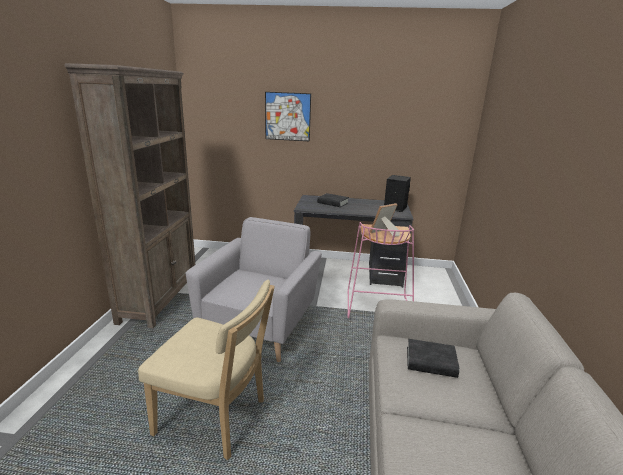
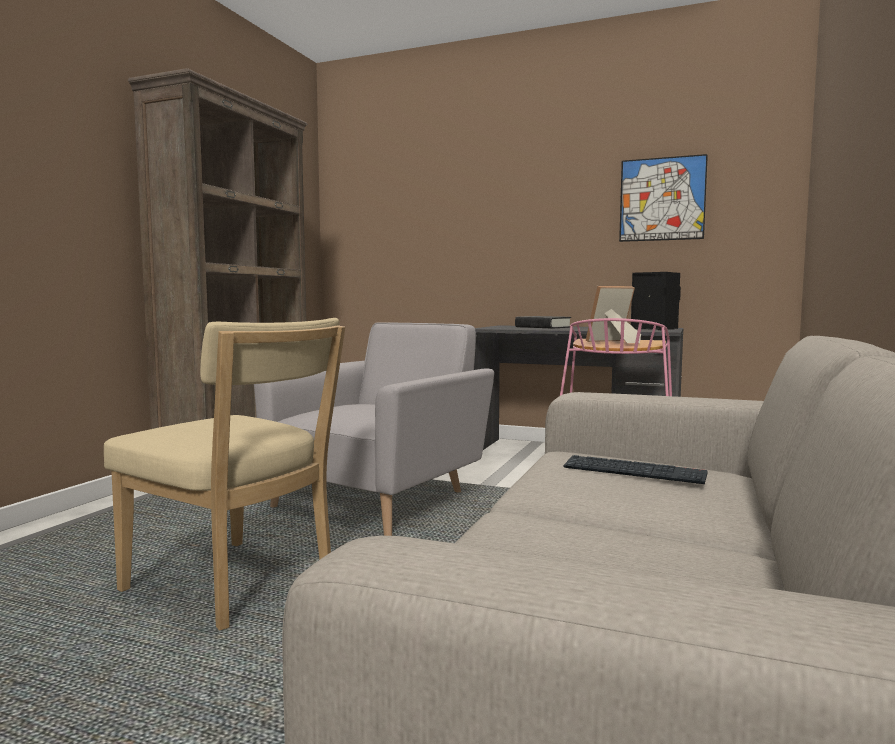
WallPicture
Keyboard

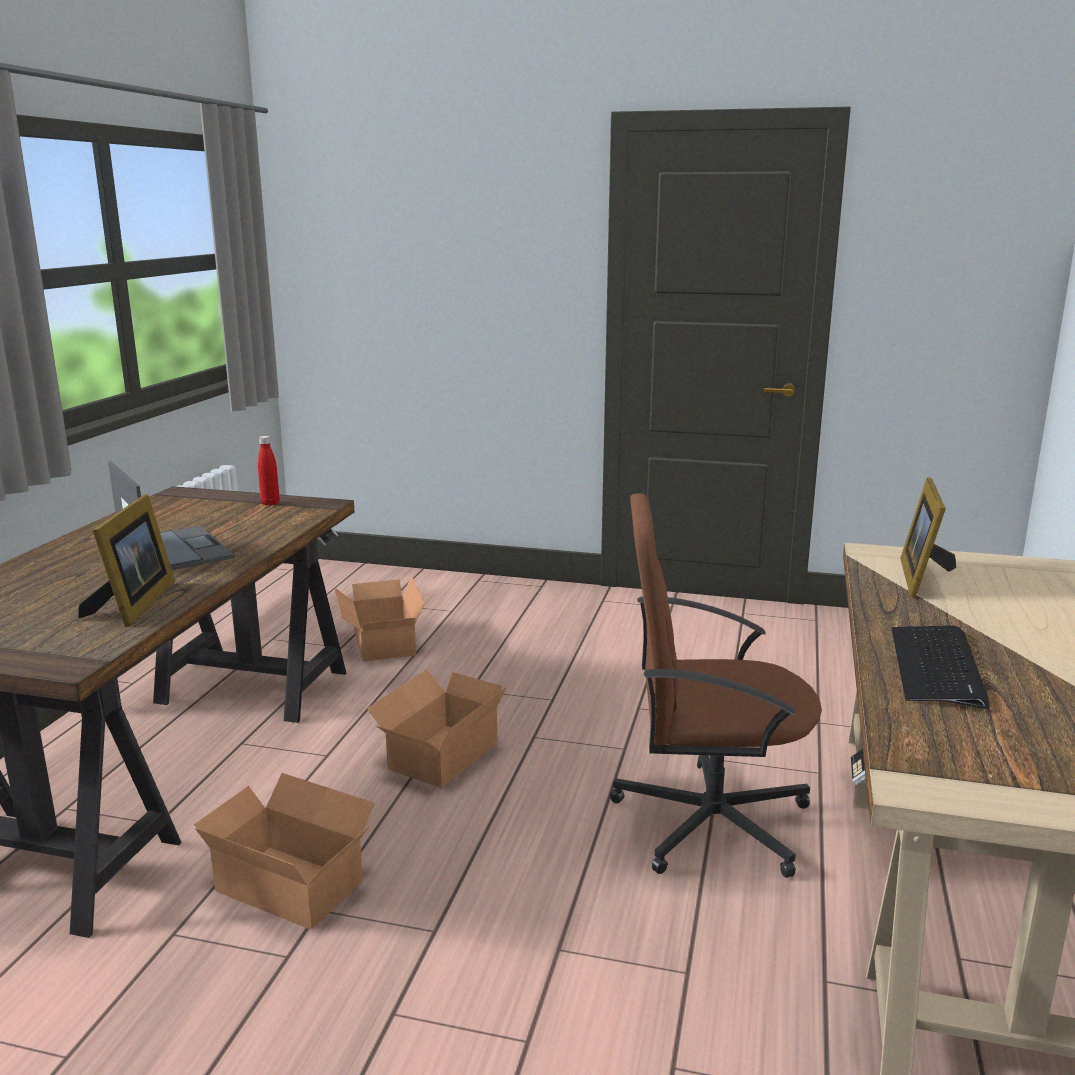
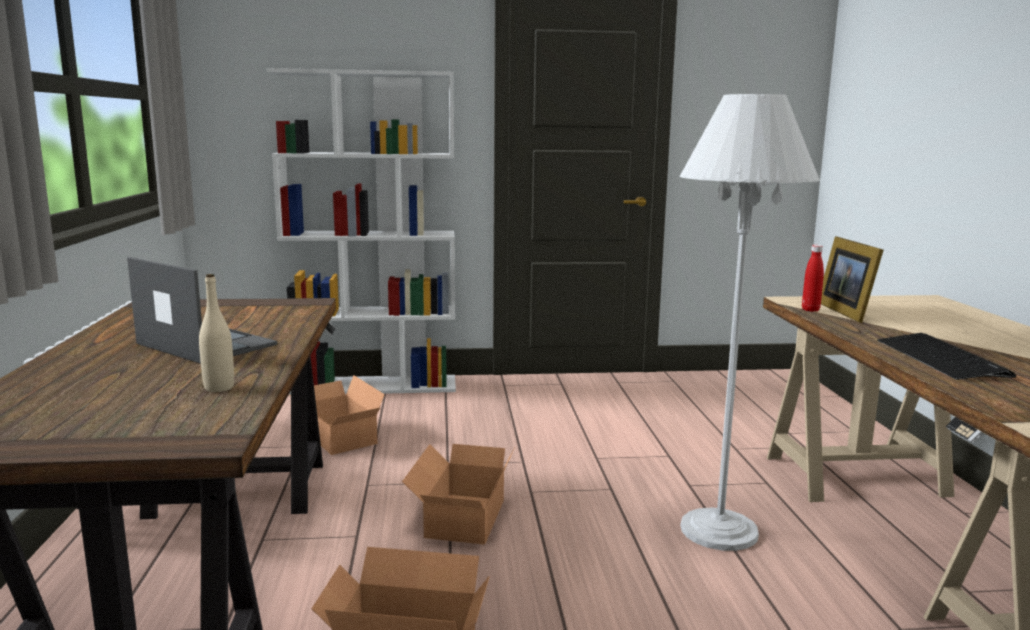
WhiteBookshelf
RedBottle
BeigeBottle
WhiteStandardLamp

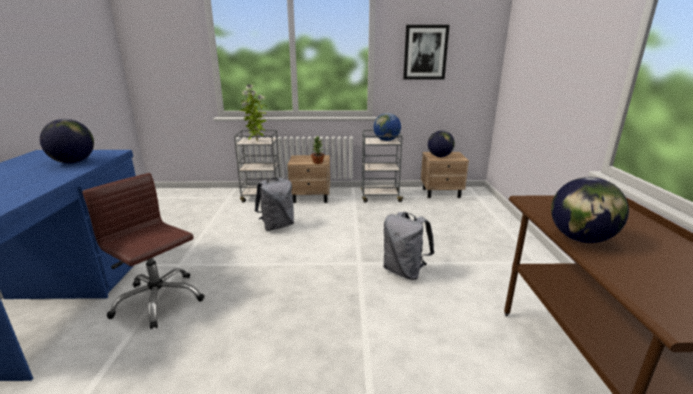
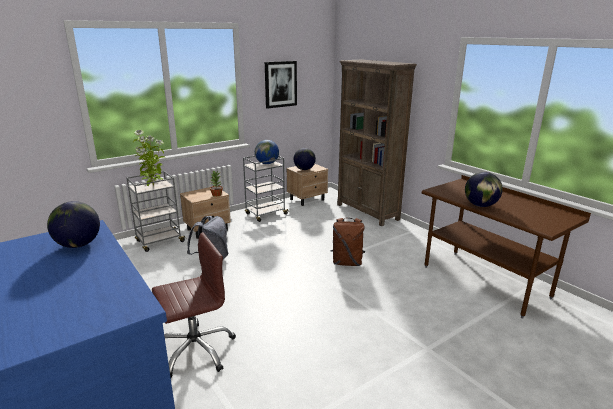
BrownColouredBookshelf
BrownColouredRucksack
BrownColouredOfficeChair

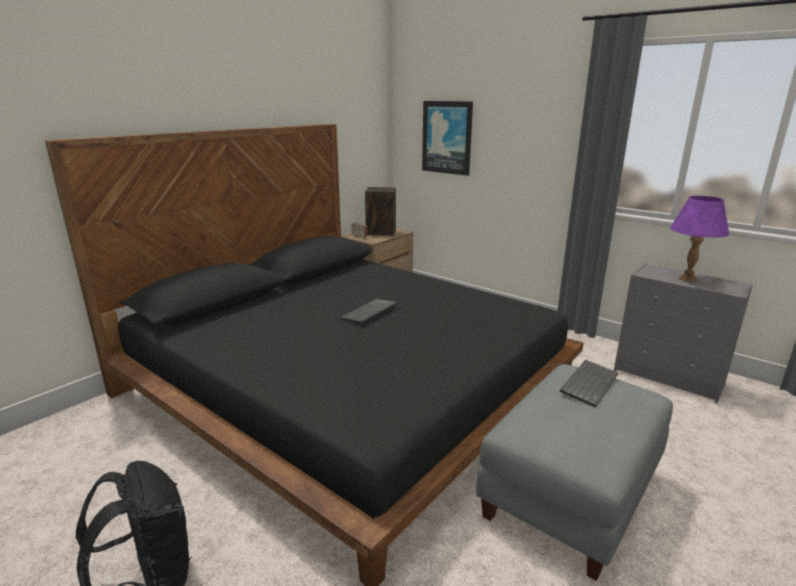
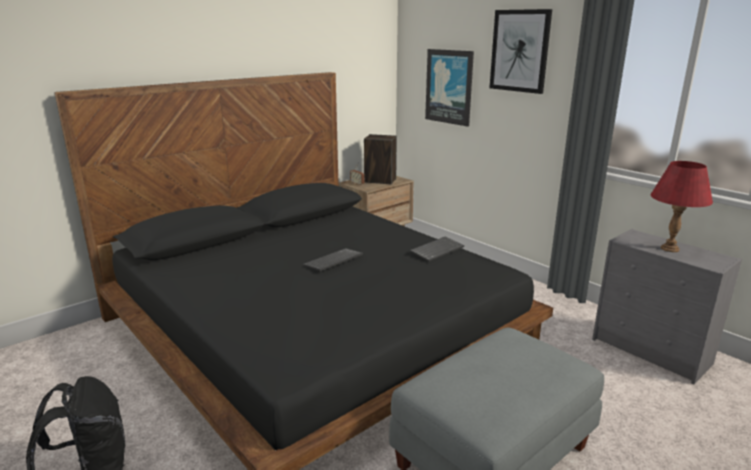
WallPicture (2nd from left)
Keyboard (2nd from left)
RedTableLamp

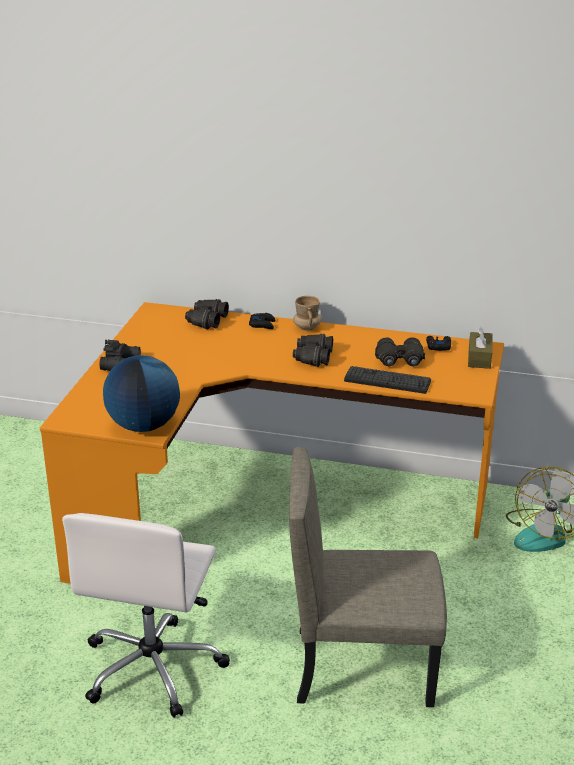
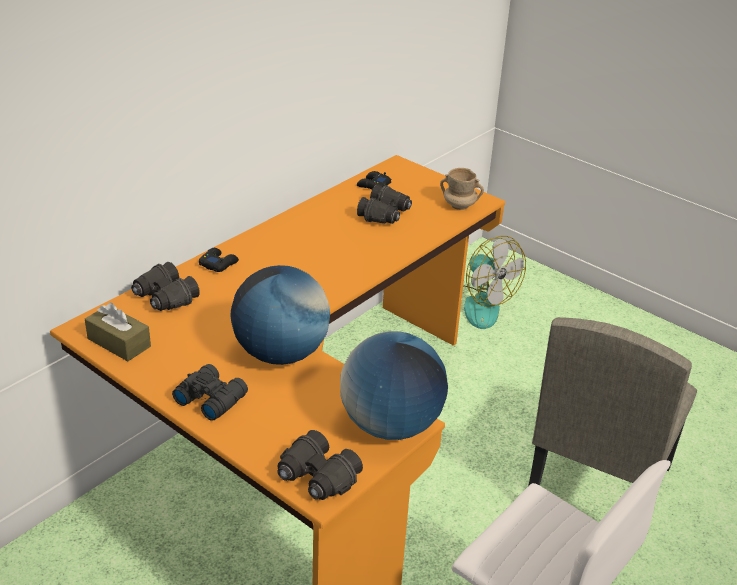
Keyboard
WorldGlobe (1st from left)
BeigeMug
BlackishBinoculars (3rd from left)
BrownColouredBoxOfTissues

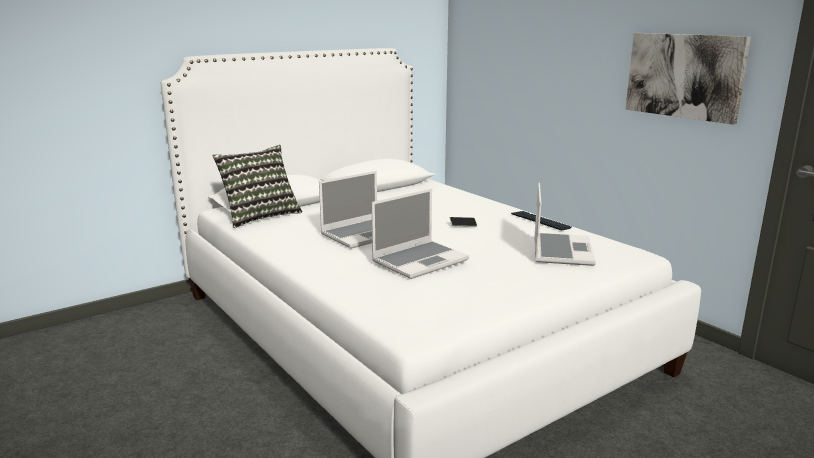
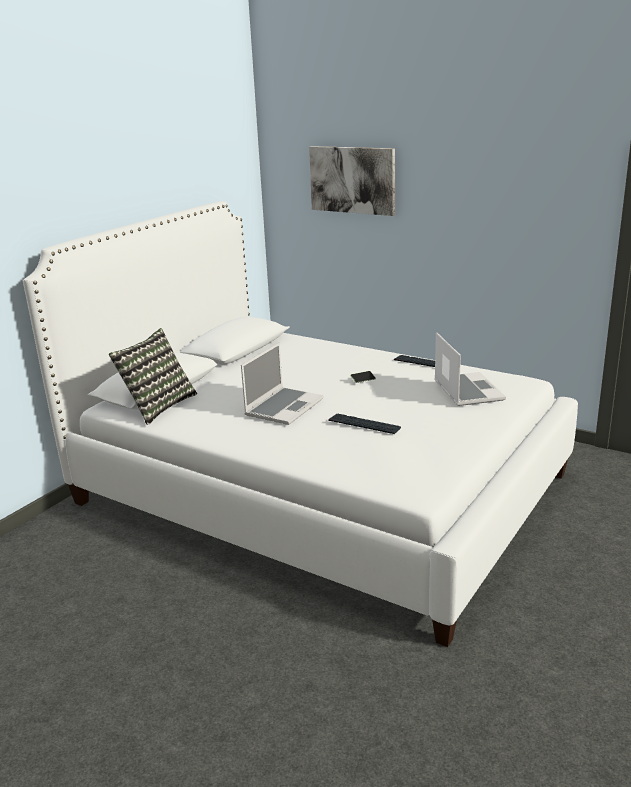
WallPicture
Keyboard (1st from left)

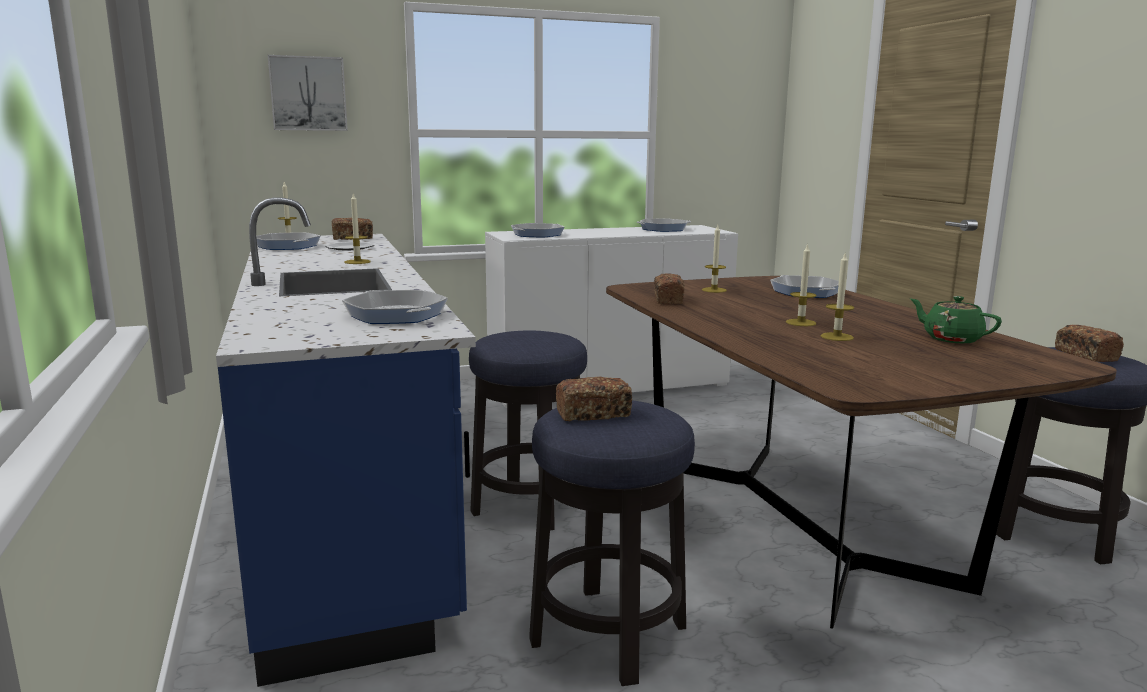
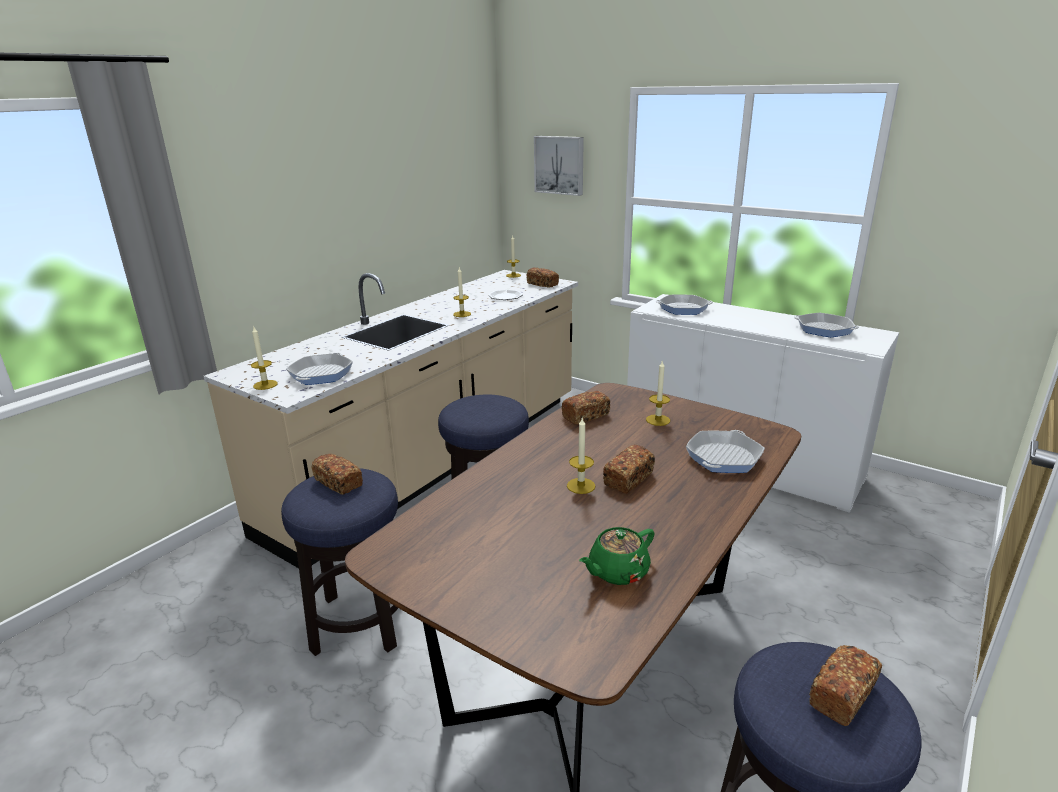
Pan (1st from left in the first image)
BakeryBread (4th from left)
WaxCandle (1st from left)
BeigeCounter
GreenPotForTea

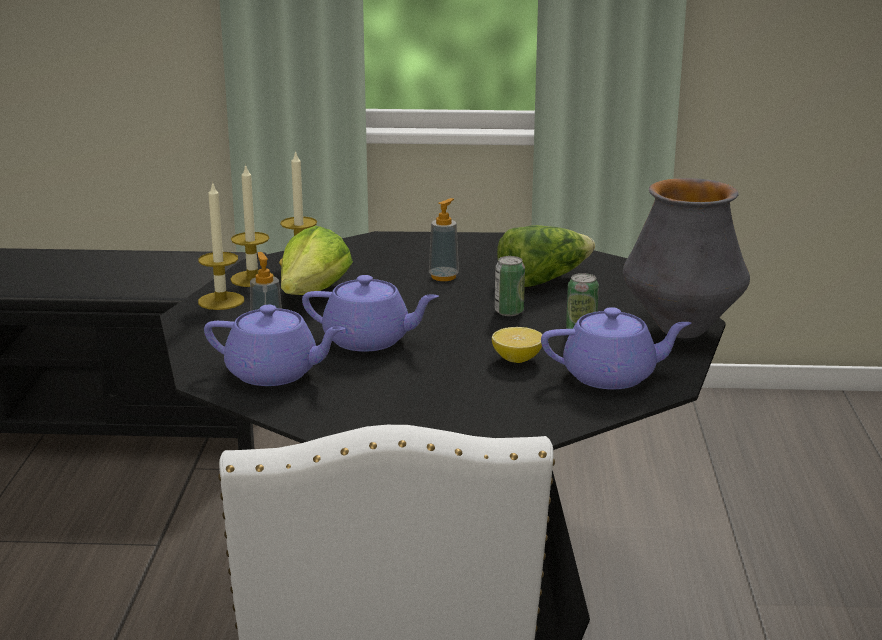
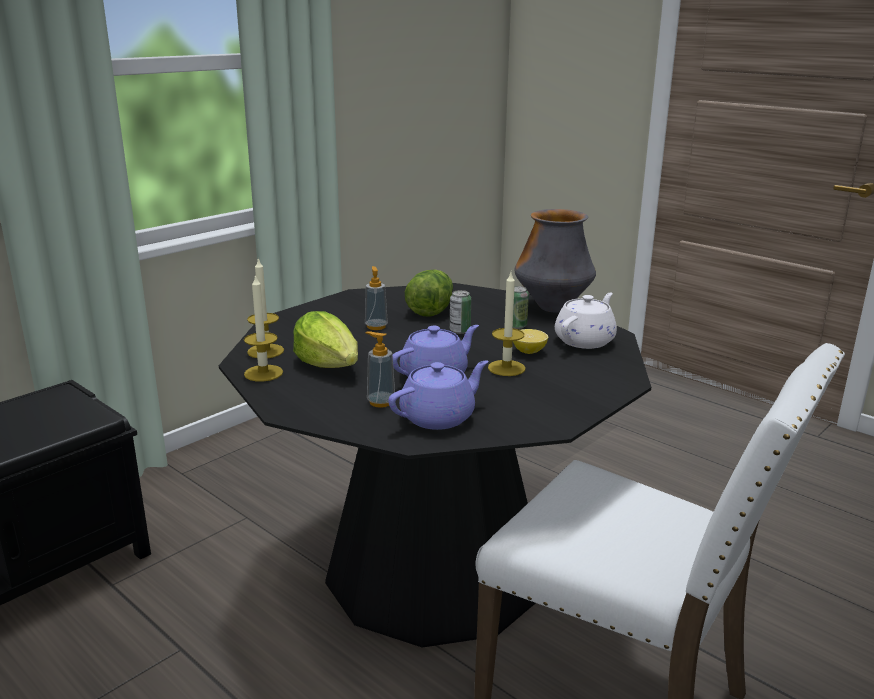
WaxCandle (3rd from left)
WhitePotForTea

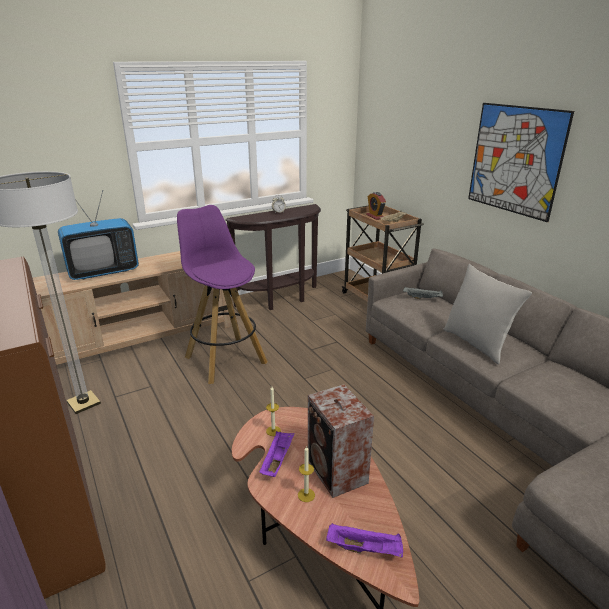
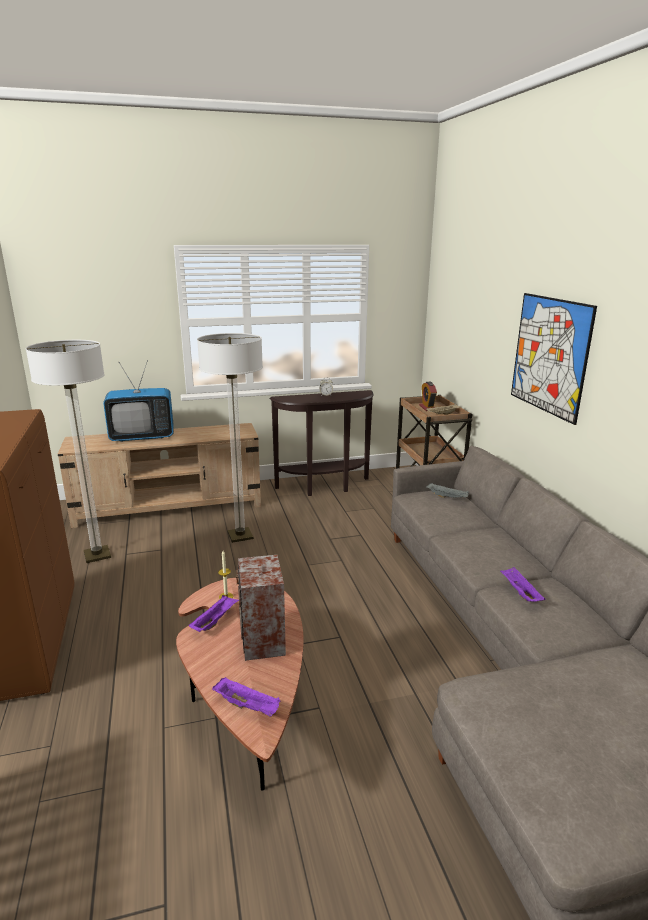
WaxCandle (2nd from left in the first image)
GreyishPillow
PurpleColouredCarryingTray (3rd from left)
StandardLamp (2nd from left)

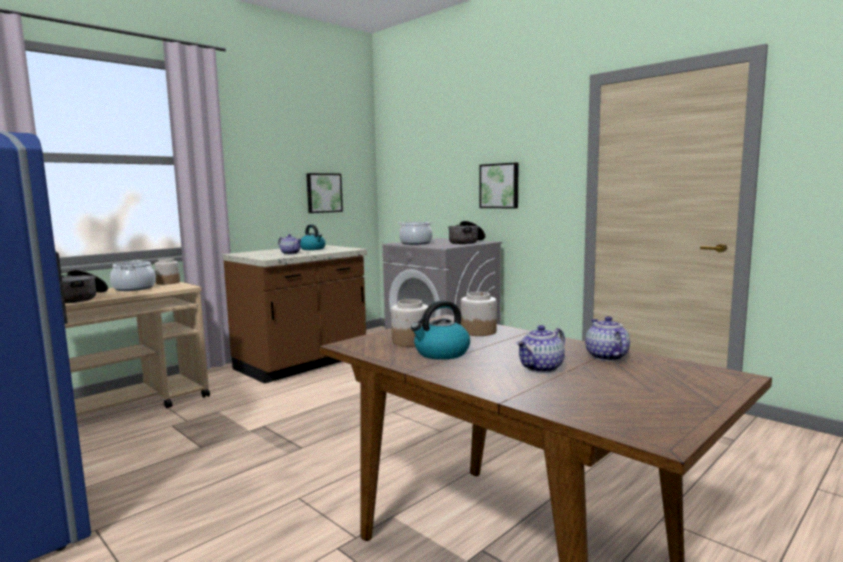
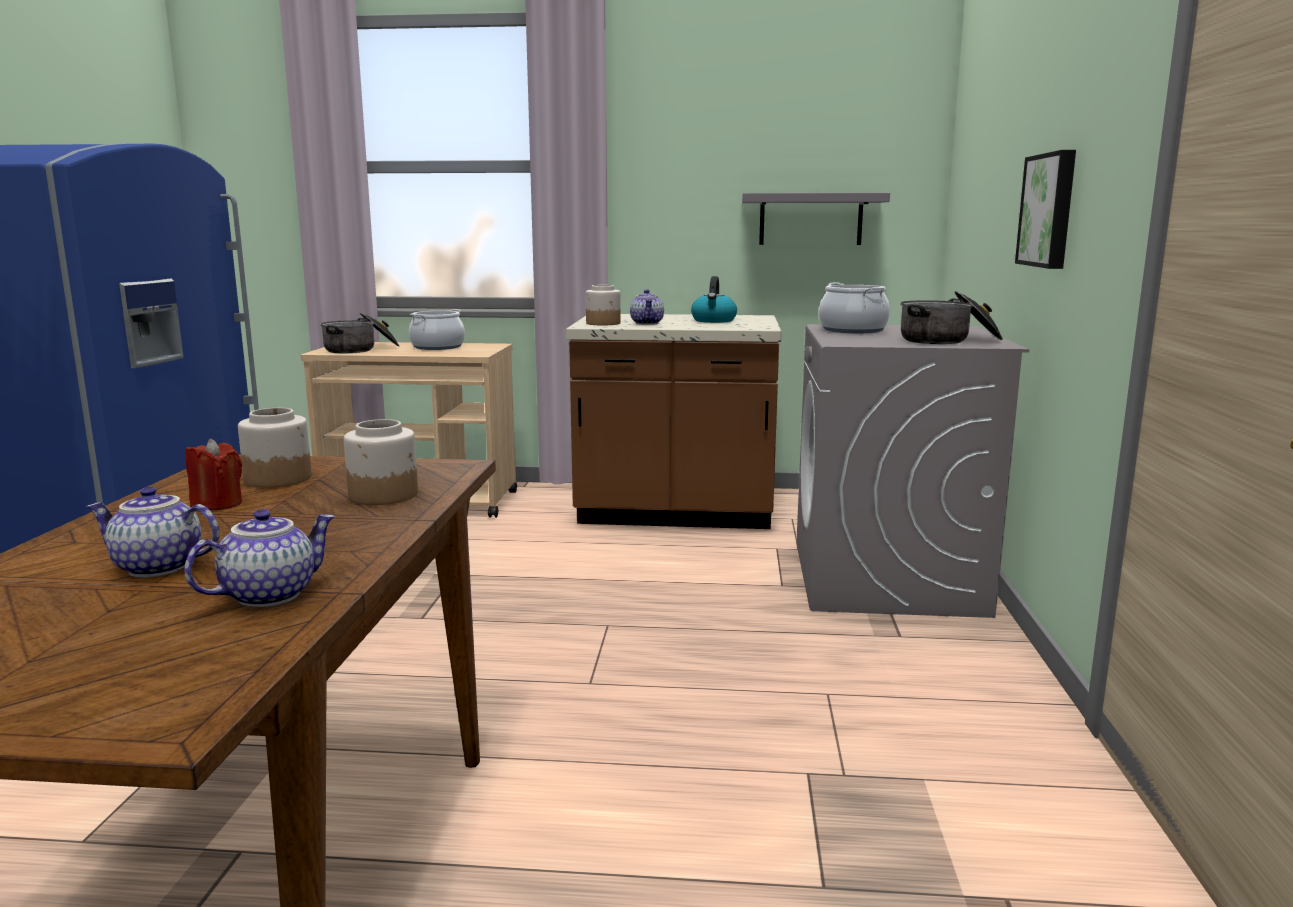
StorageJar (3rd from left)
GreyishShelf
RedWaxCandle

